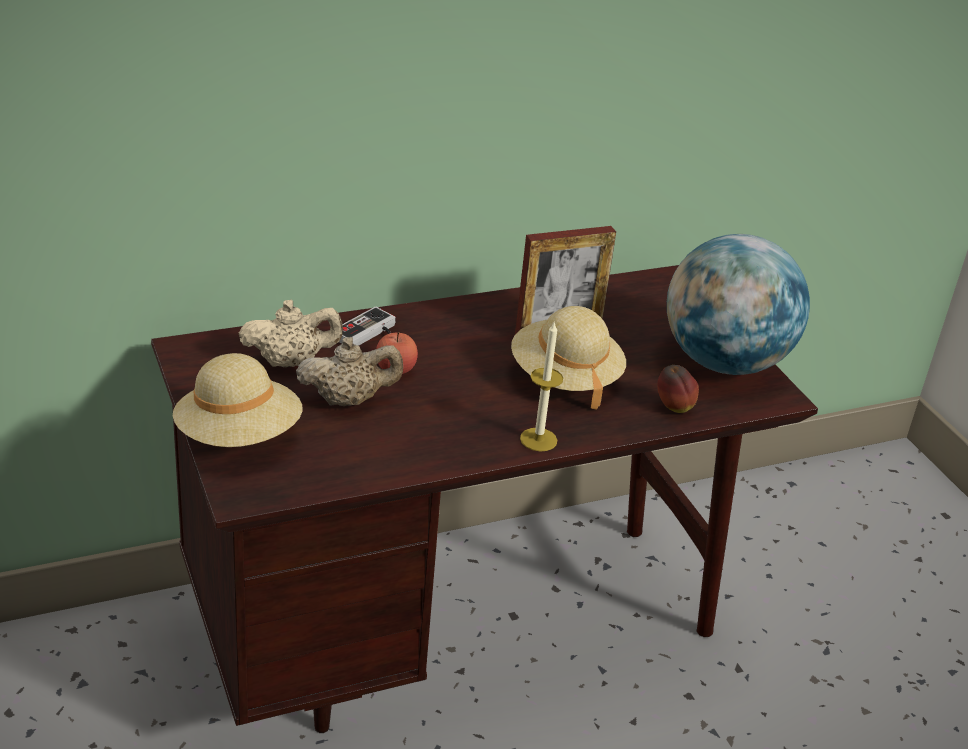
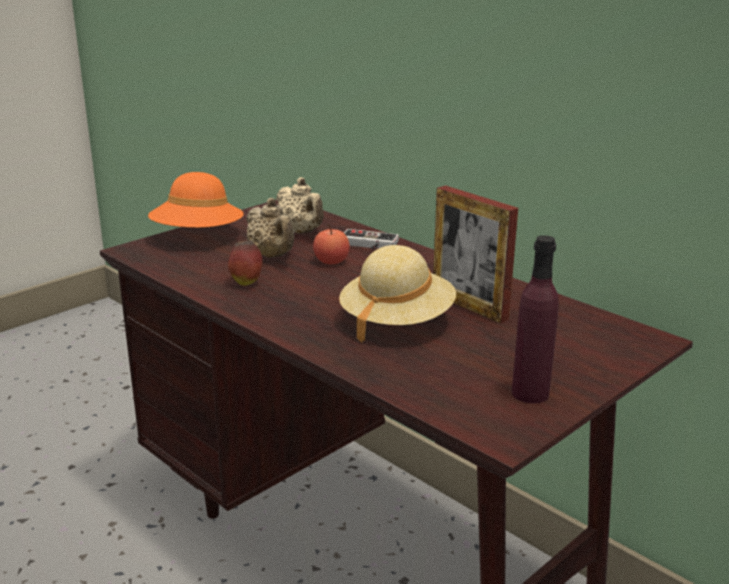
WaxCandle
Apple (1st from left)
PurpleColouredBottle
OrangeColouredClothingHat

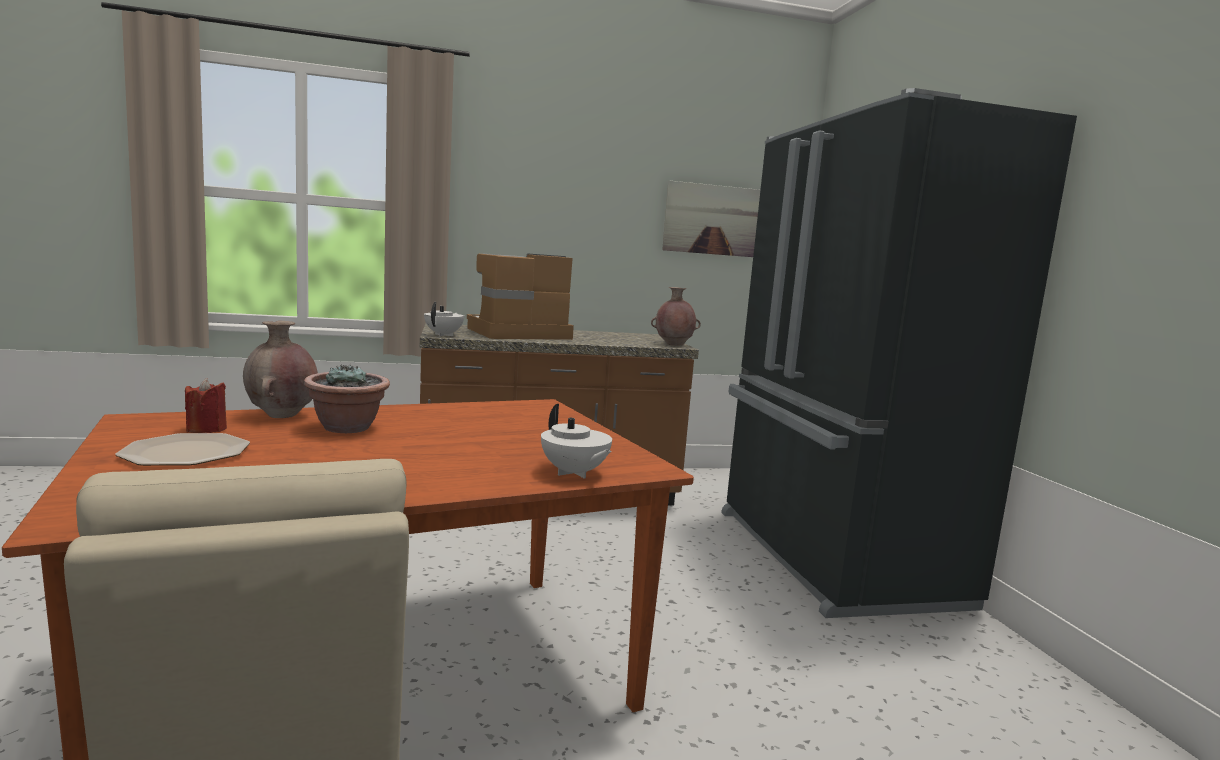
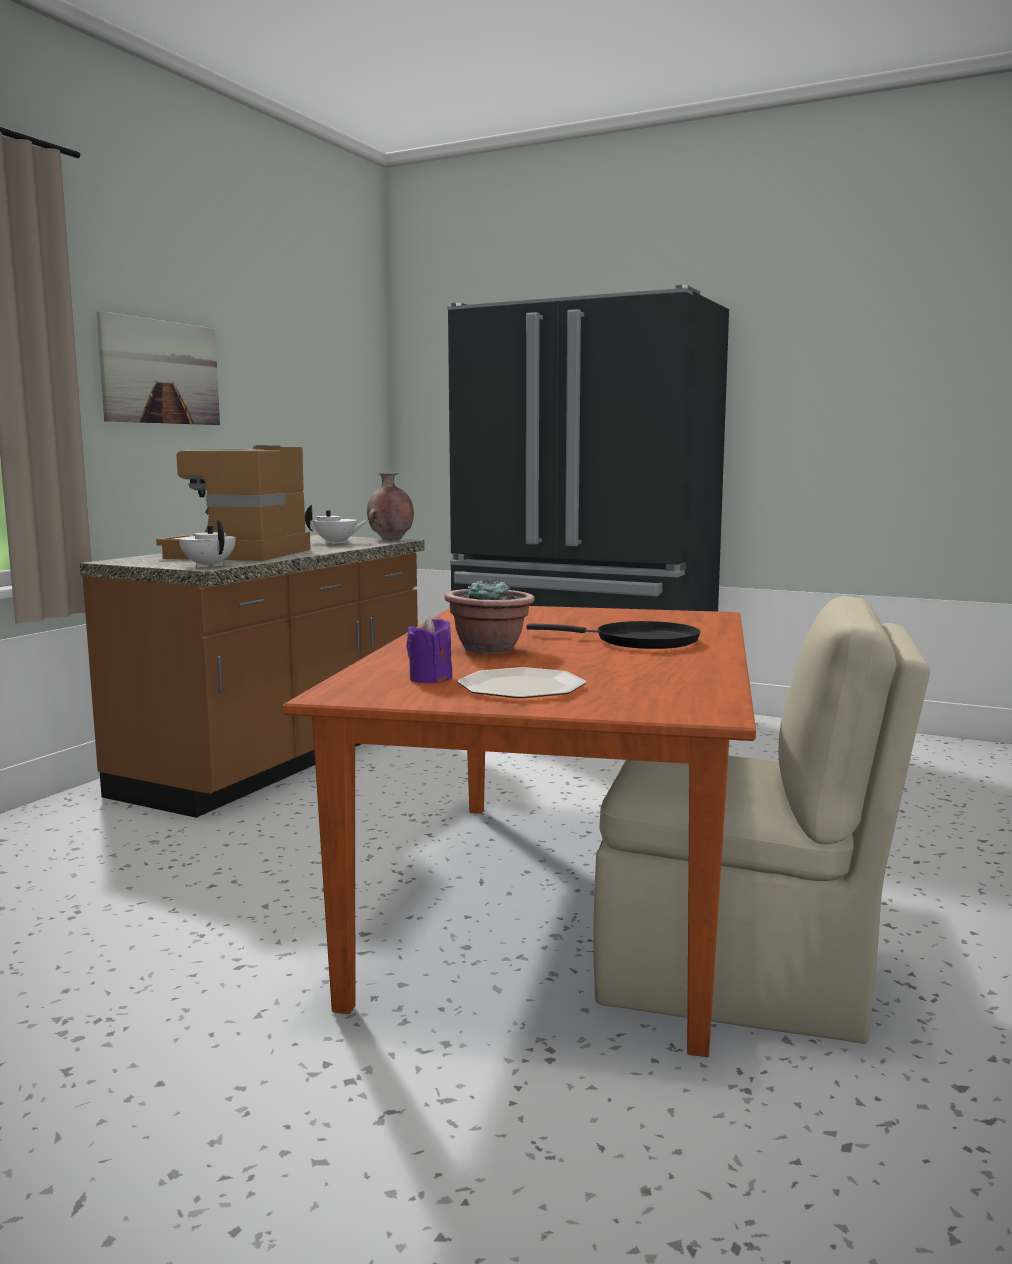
BrownColouredVase (1st from left in the first image)
BlackishPan
WhitePotForTea (2nd from left)
WallPicture
PurpleColouredWaxCandle

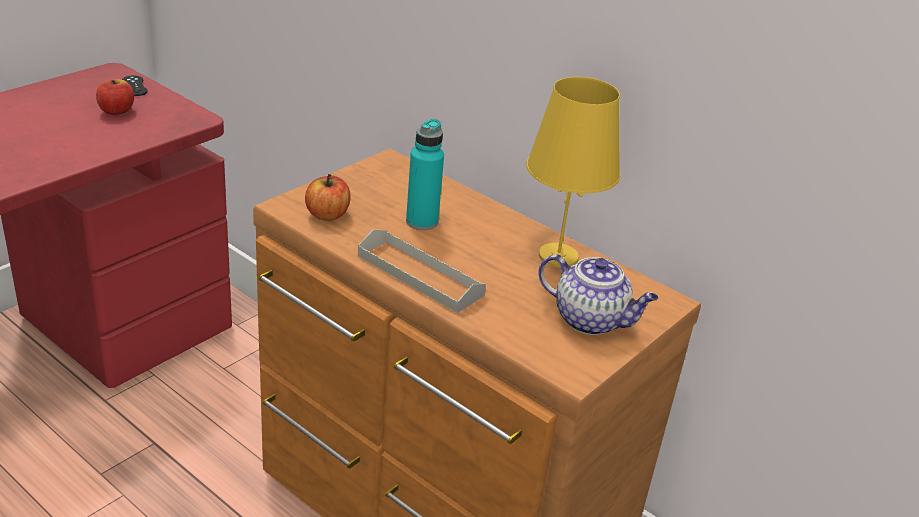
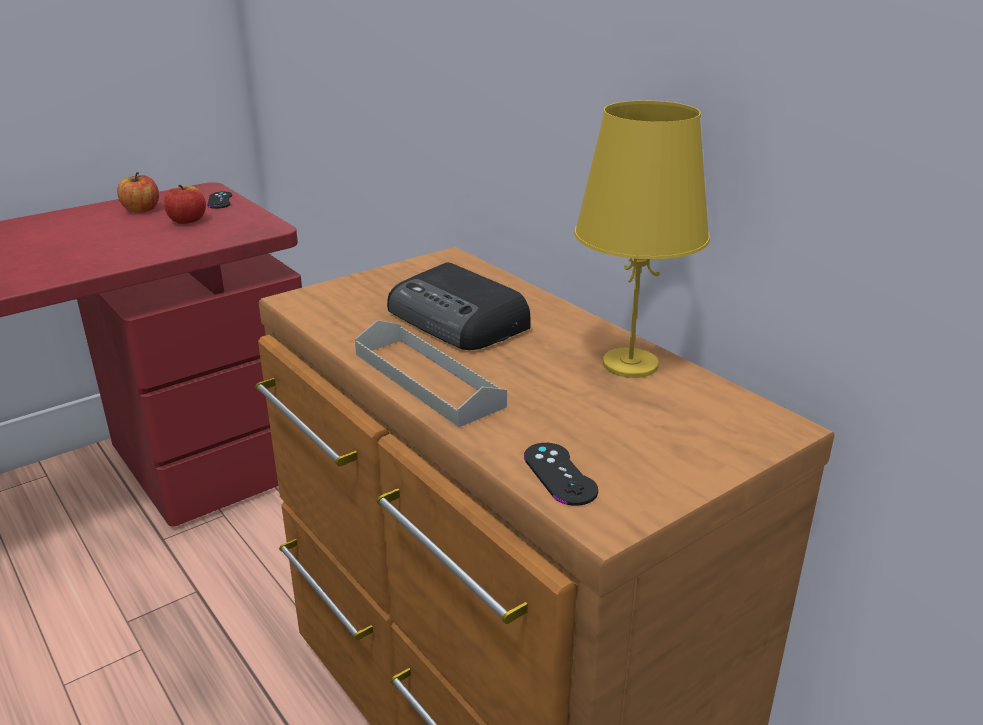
PotForTea
BlackishGamepad (2nd from left)
Apple (1st from left)
RadioSet

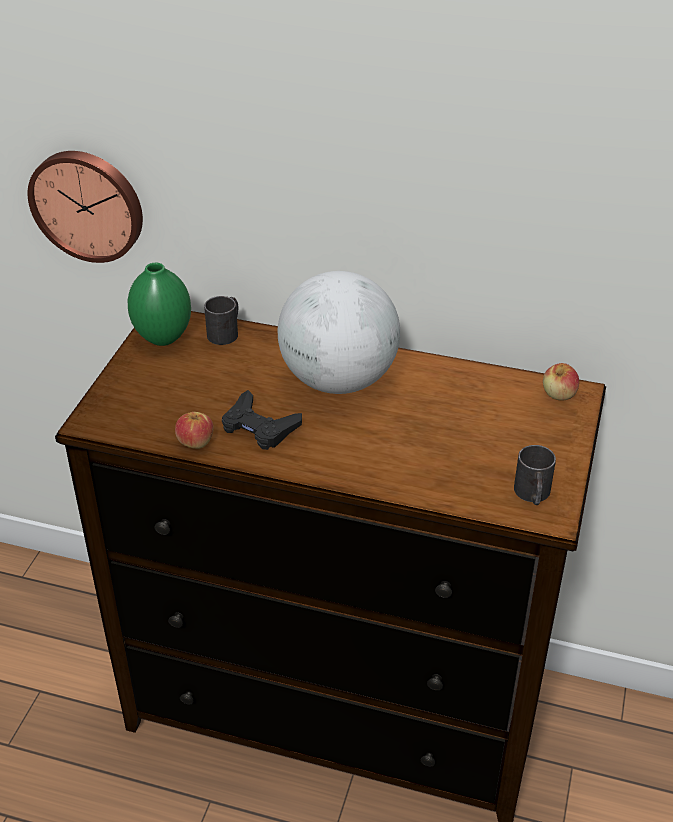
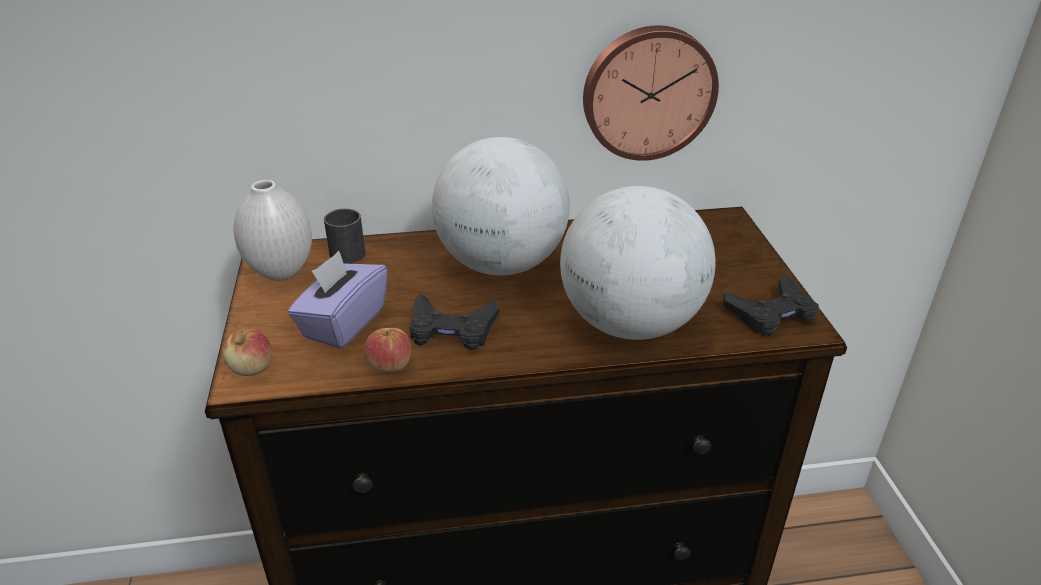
PurpleColouredBoxOfTissues
WorldGlobe (2nd from left)
HangingClock
Apple (1st from left)
BlackishGamepad (2nd from left)
WhiteVase

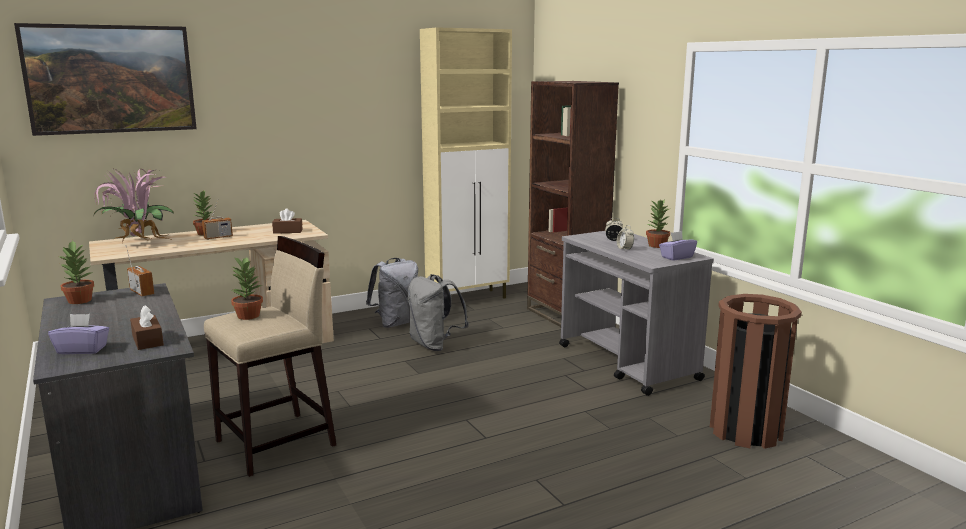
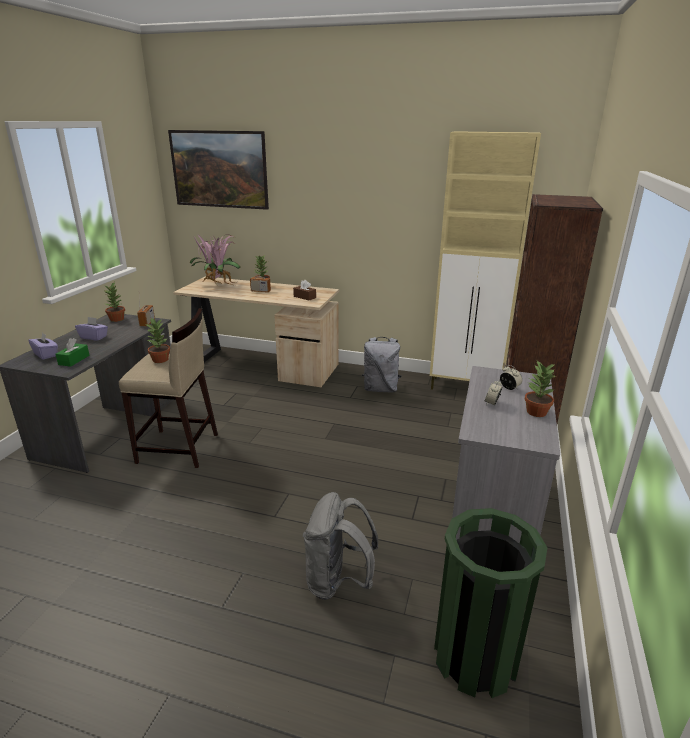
GreyishRucksack (1st from left)
PurpleColouredBoxOfTissues (2nd from left)
GreenBoxOfTissues
GreenRubbishBin

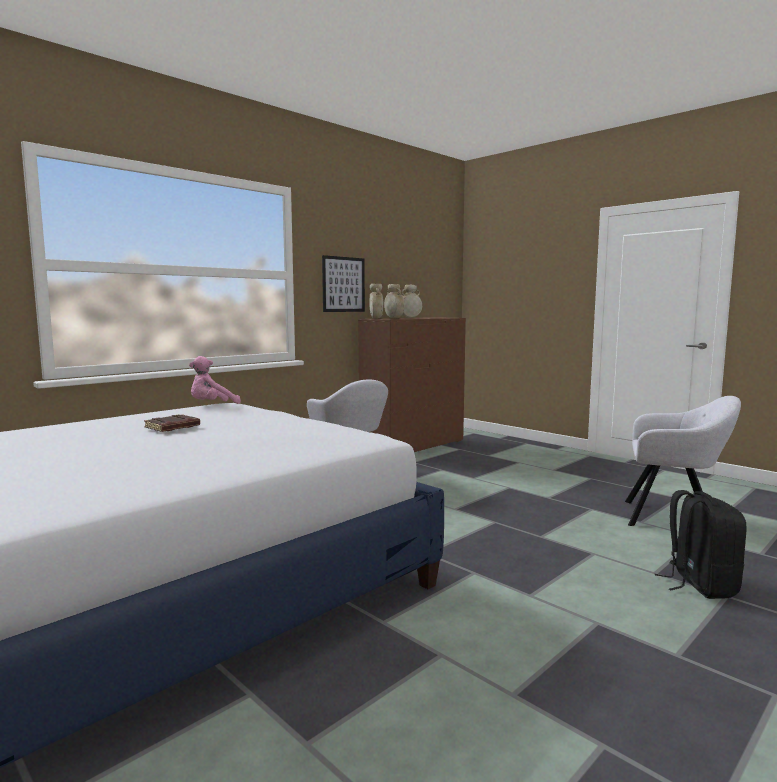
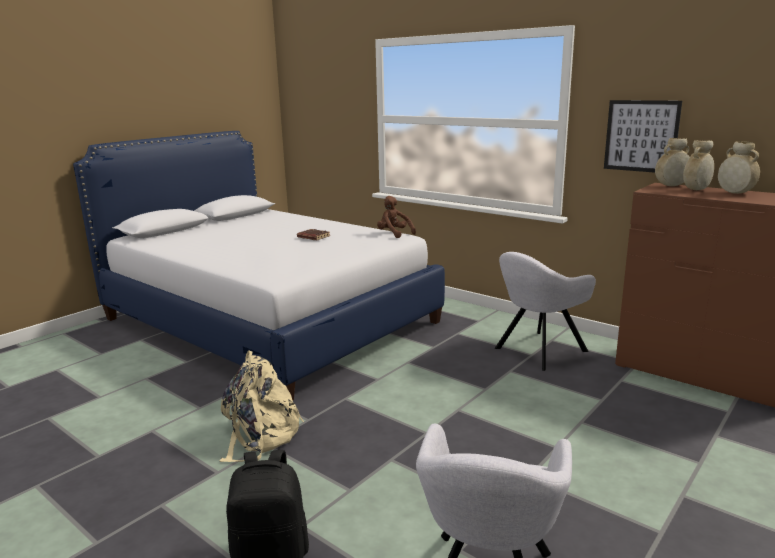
BeigeRucksack
BrownColouredPlushToy

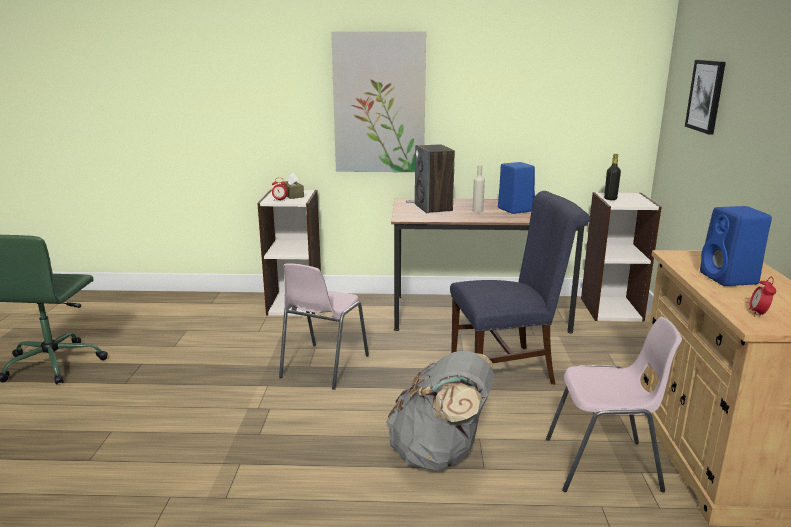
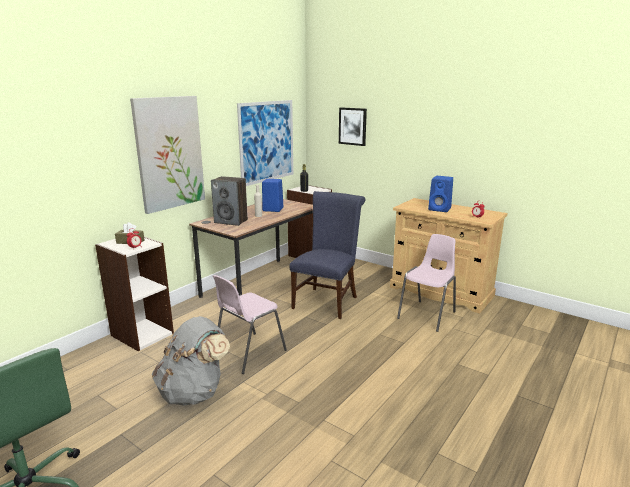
WallPicture (2nd from left)
GreyishRucksack
PinkUprightChair (1st from left)

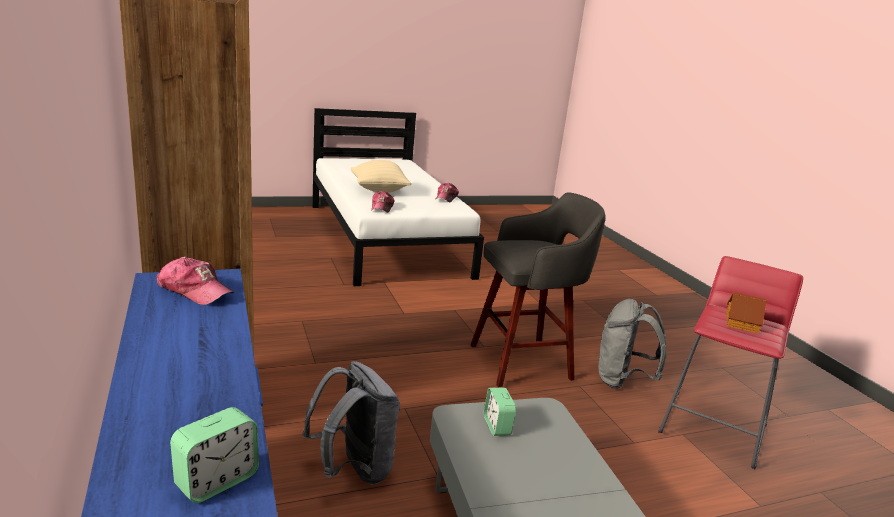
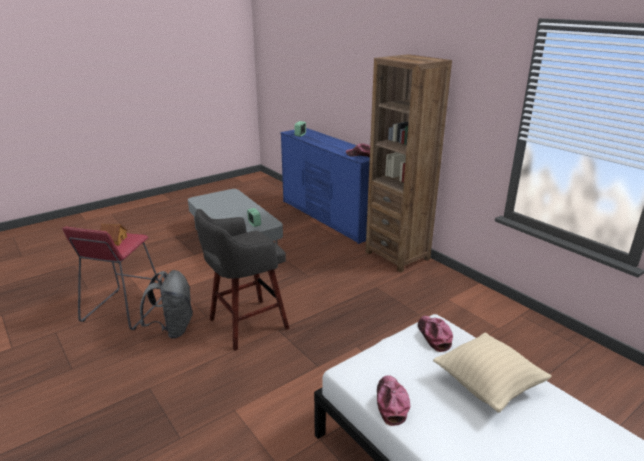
GreyishRucksack (1st from left in the first image)

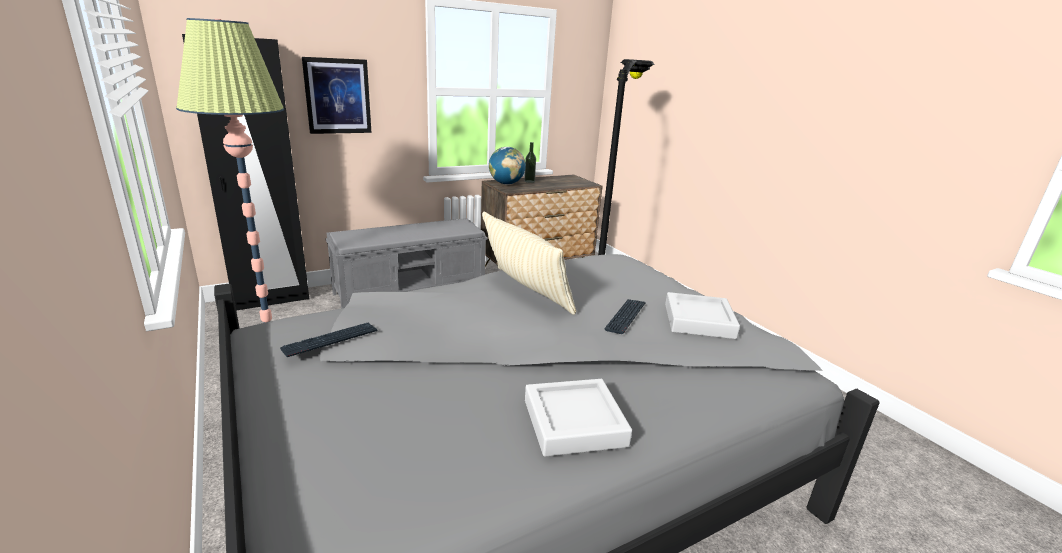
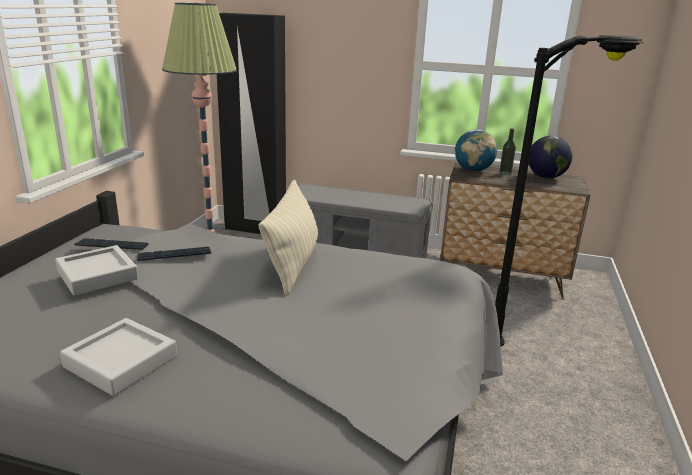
WallPicture
WorldGlobe (2nd from left)
Keyboard (2nd from left)
GreyishCarryingTray (1st from left)

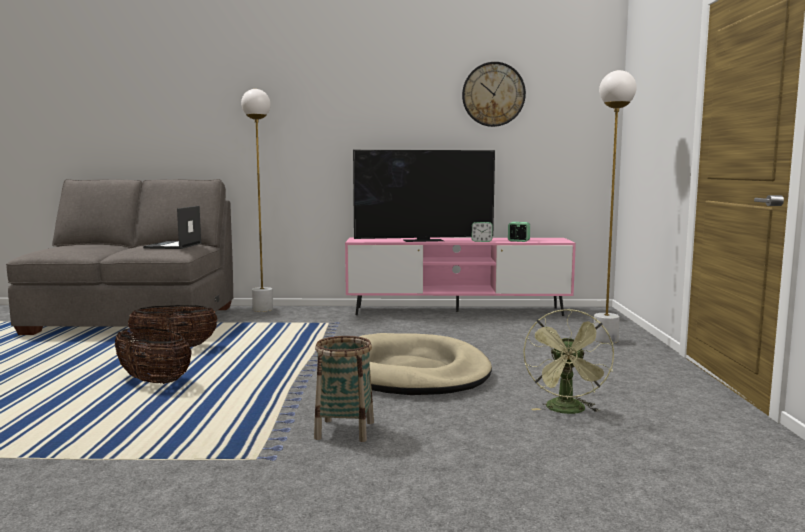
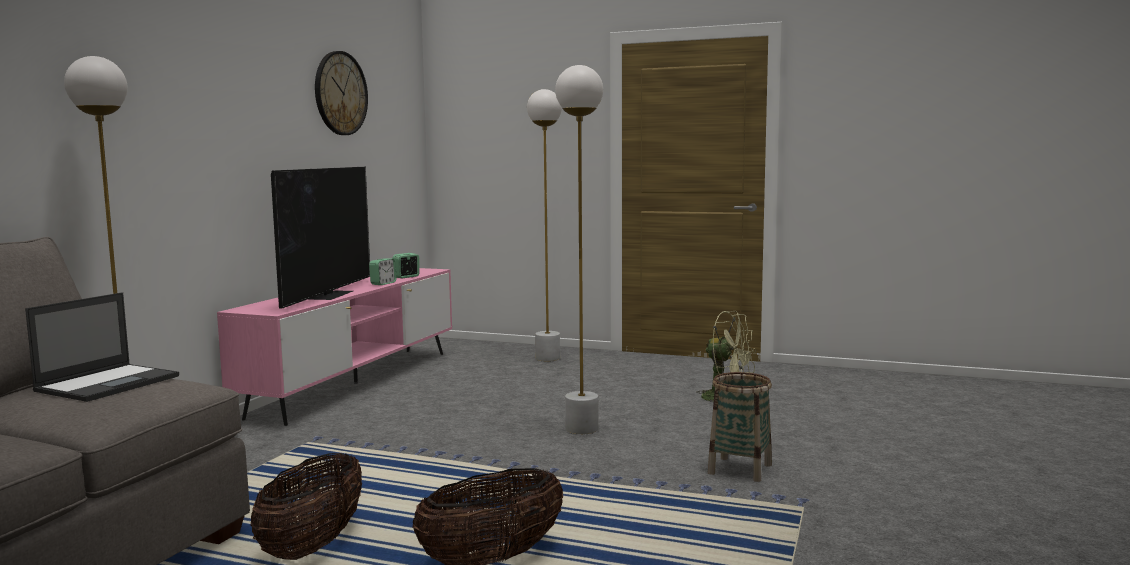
WhiteStandardLamp (3rd from left)
Laptop

